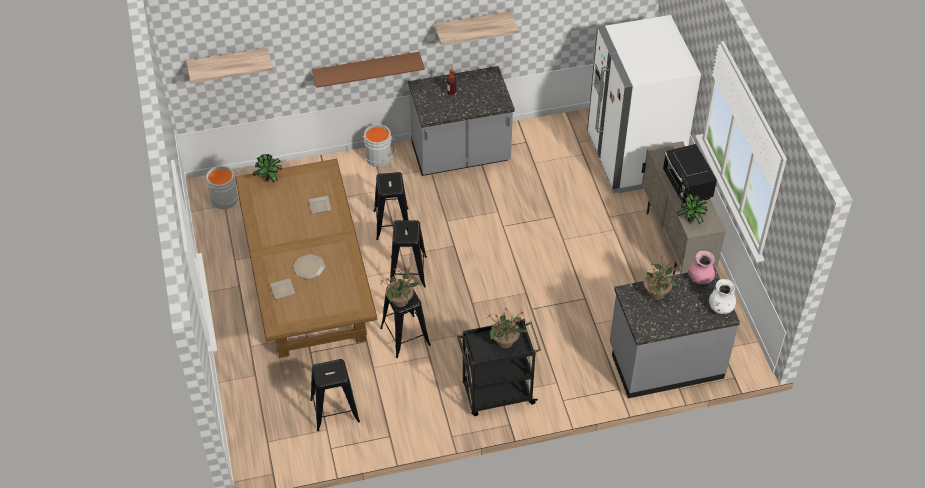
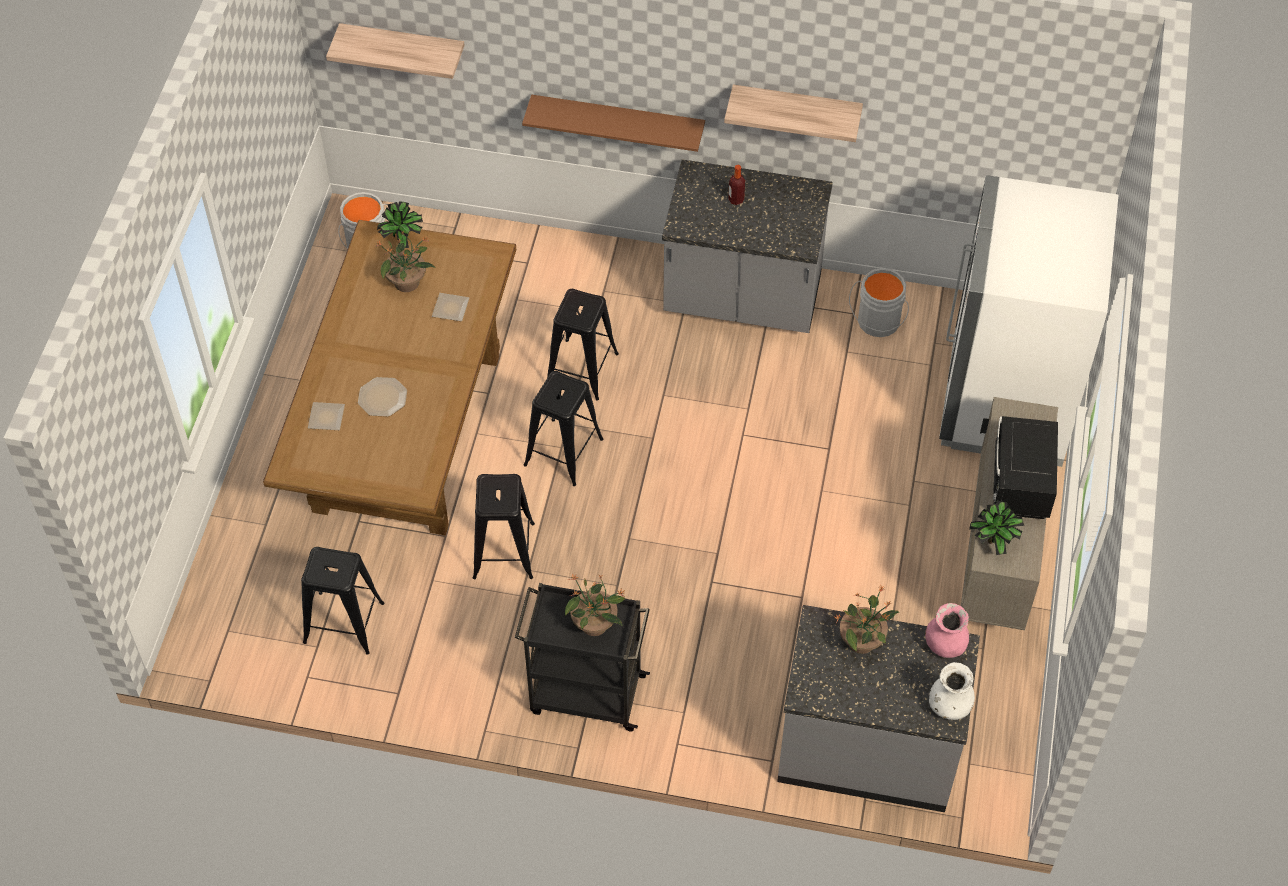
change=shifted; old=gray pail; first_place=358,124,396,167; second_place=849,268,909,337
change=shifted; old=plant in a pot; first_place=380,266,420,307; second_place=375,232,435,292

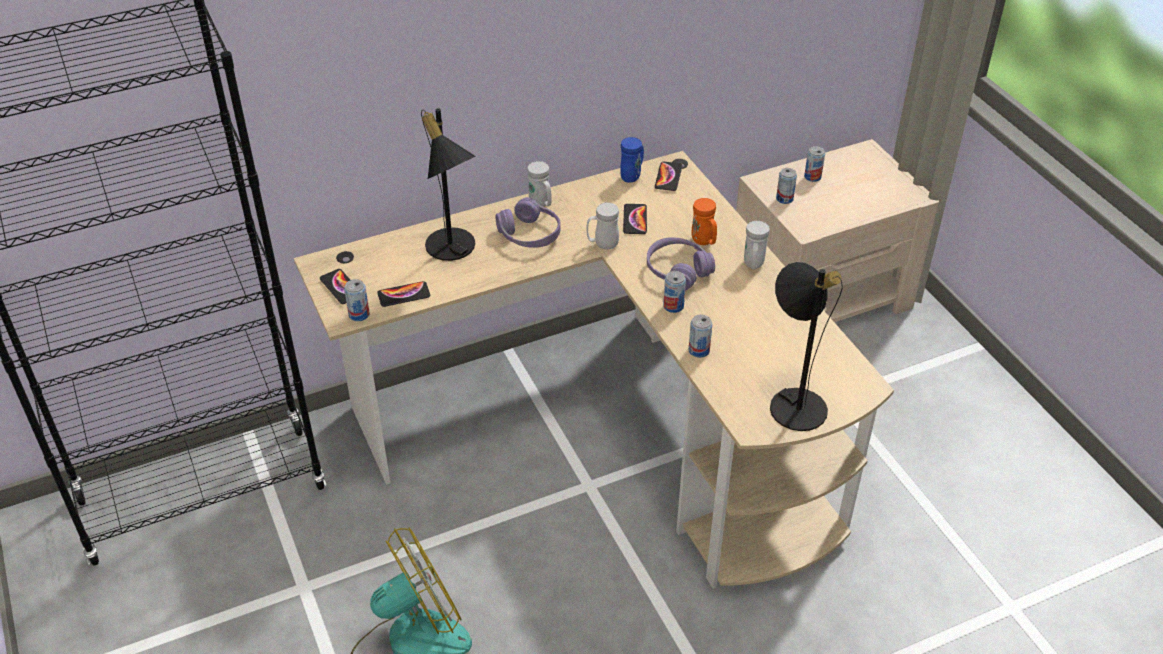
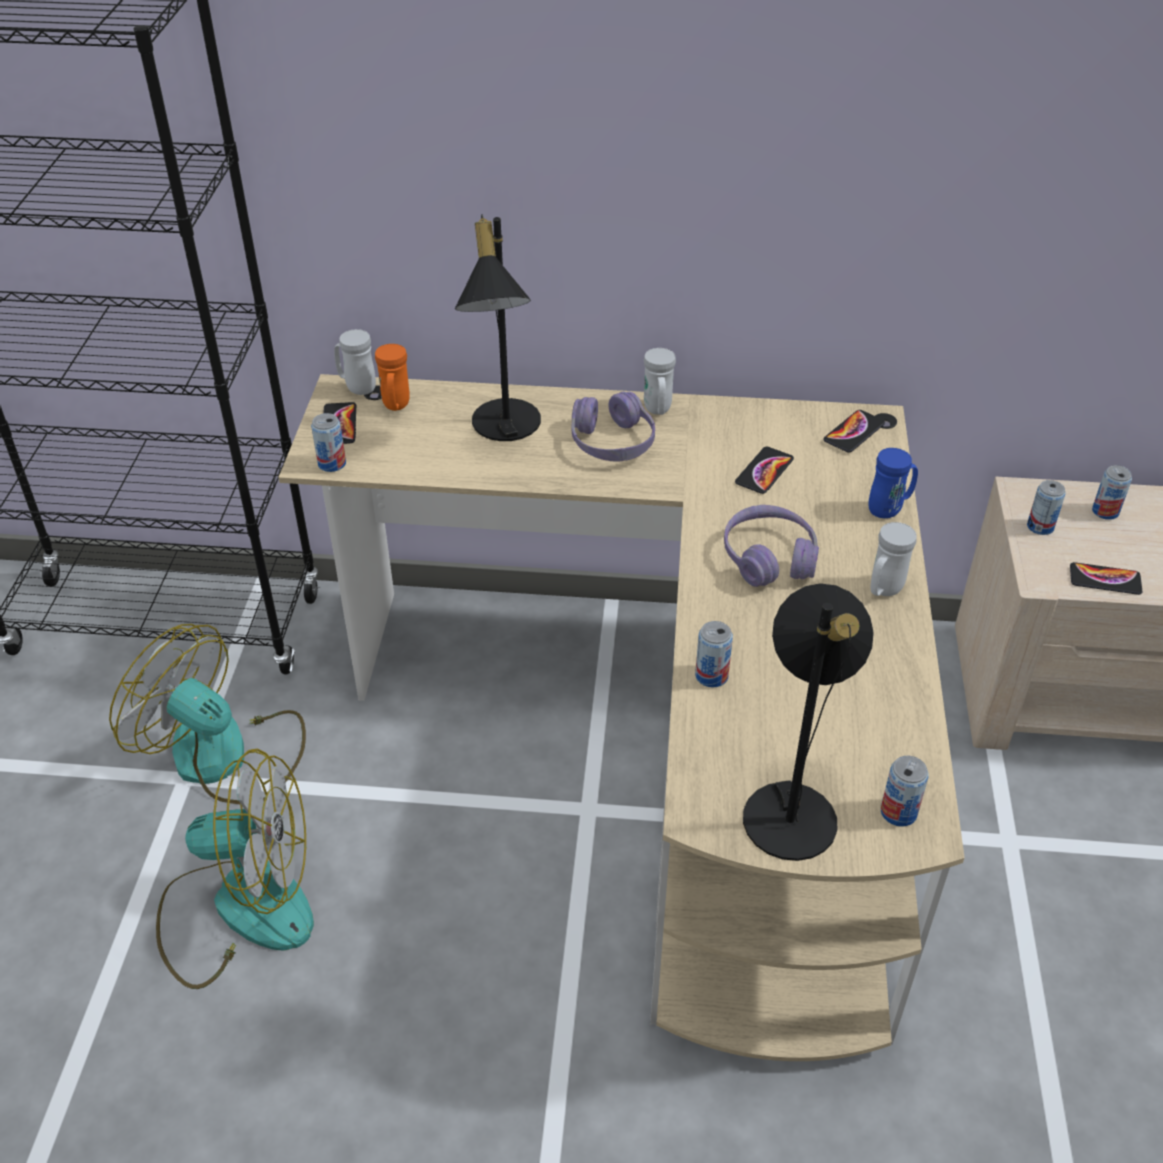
change=new; new=cooling fan; second_place=109,624,306,804
change=shifted; old=handset; first_place=377,281,430,307; second_place=1070,562,1143,595
change=shifted; old=white coffee mug; first_place=586,202,619,249; second_place=334,329,376,395
change=shifted; old=blue coffee mug; first_place=620,137,644,183; second_place=868,448,918,518
change=shifted; old=sealed can; first_place=663,271,686,313; second_place=881,755,929,827
change=shifted; old=orangey coffee mug; first_place=692,198,717,245; second_place=375,344,410,411

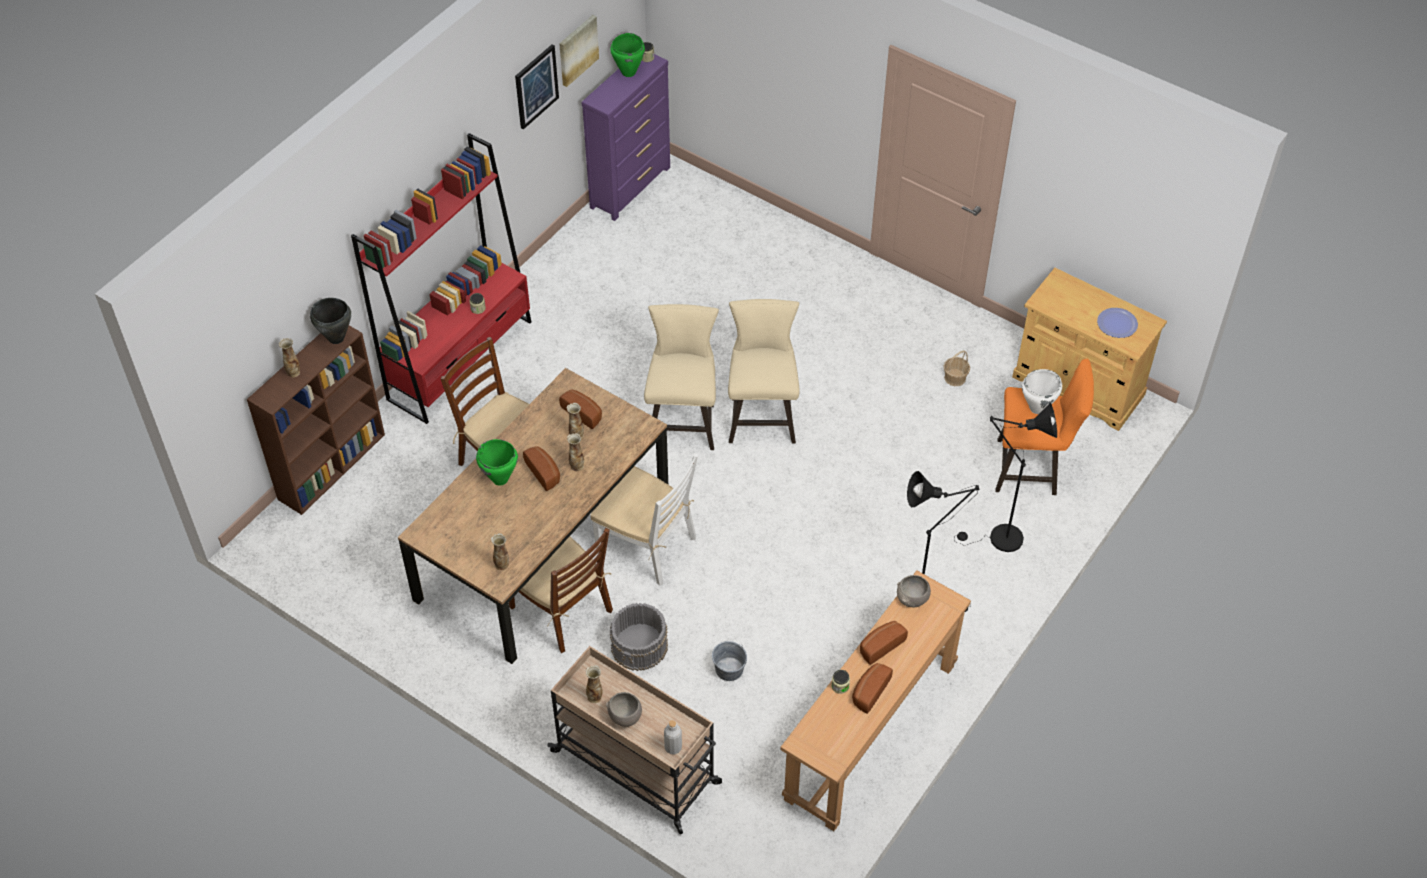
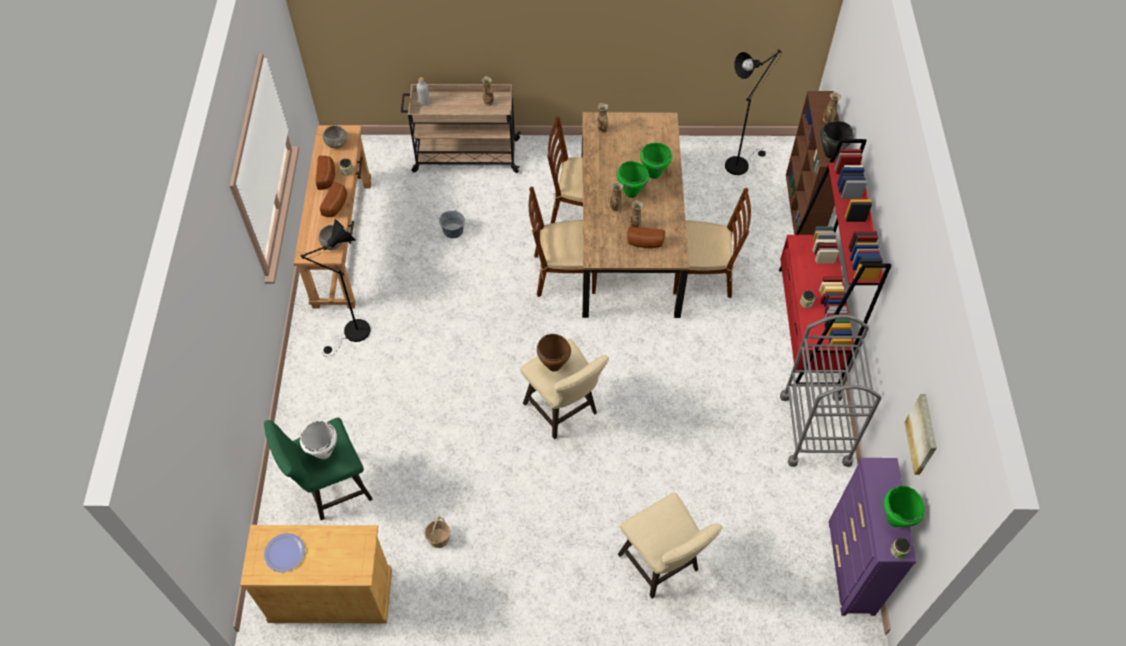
change=gone; old=wall picture; first_place=515,44,559,129
change=gone; old=gray pail; first_place=610,603,668,671
change=new; new=brown-coloured cooking pot; second_place=537,334,571,372
change=new; new=gray cart; second_place=780,314,882,467
change=shifted; old=gray serving bowl; first_place=606,692,642,727; second_place=323,125,348,148
change=shifted; old=beige-coloured sitting stool; first_place=644,304,719,450; second_place=618,492,722,598
change=shifted; old=blackish floor lamp; first_place=954,403,1057,552; second_place=725,49,782,175
change=swapped; old=baked bread; new=greenish cooking pot; first_place=523,446,560,491; second_place=617,161,649,198
change=repainted; old=white upright chair; new=brown-coloured upright chair; first_place=590,453,698,586; second_place=529,187,597,297
change=repainted; old=orangey sitting stool; new=greenish sitting stool; first_place=995,359,1094,495; second_place=264,417,373,520

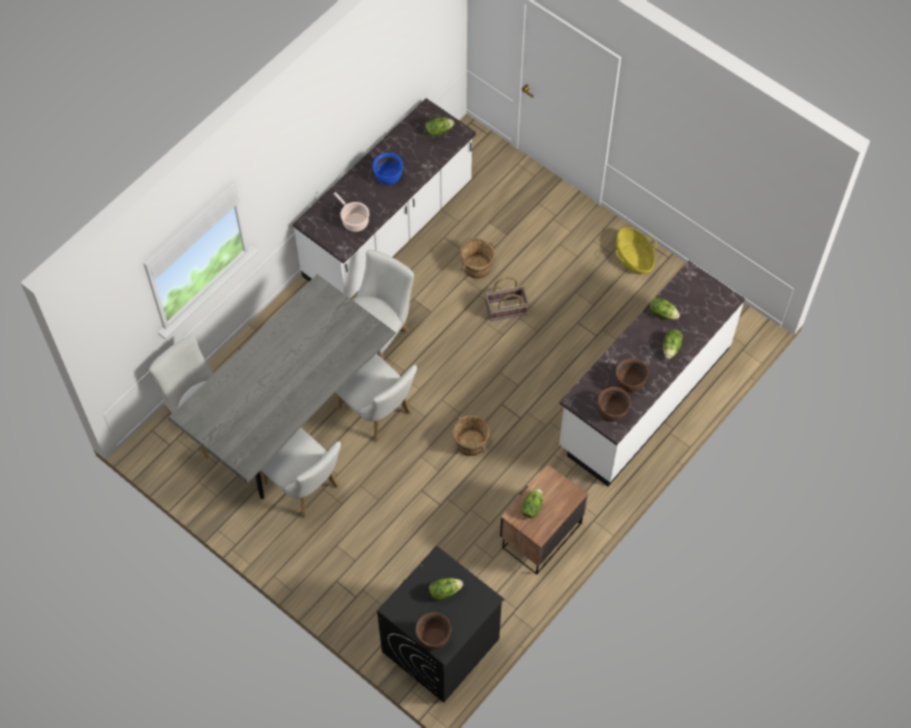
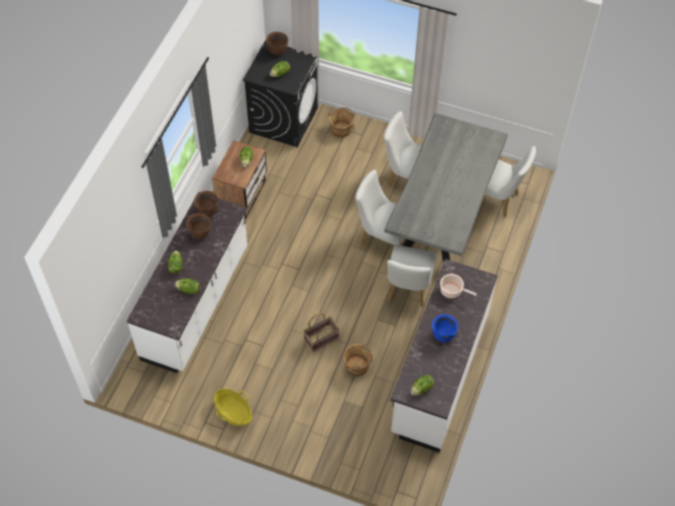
change=shifted; old=brown-coloured pail; first_place=452,416,490,456; second_place=328,107,355,137

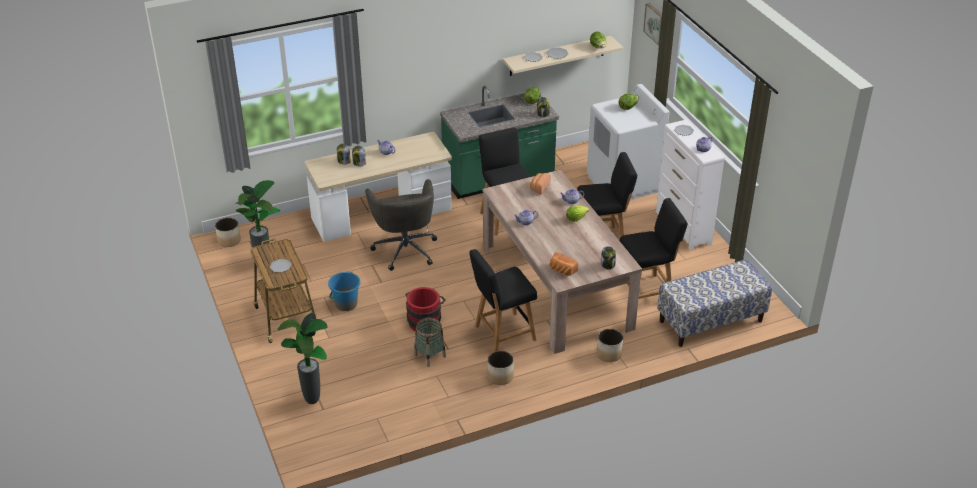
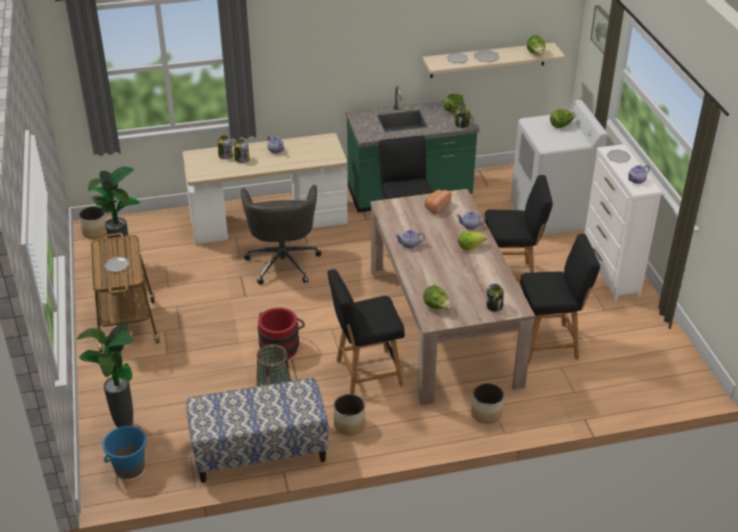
change=shifted; old=blue pail; first_place=328,272,360,311; second_place=102,426,146,479
change=shifted; old=bench; first_place=657,260,772,347; second_place=186,378,329,483
change=swapped; old=baked bread; new=head of lettuce; first_place=550,252,578,276; second_place=423,285,451,310

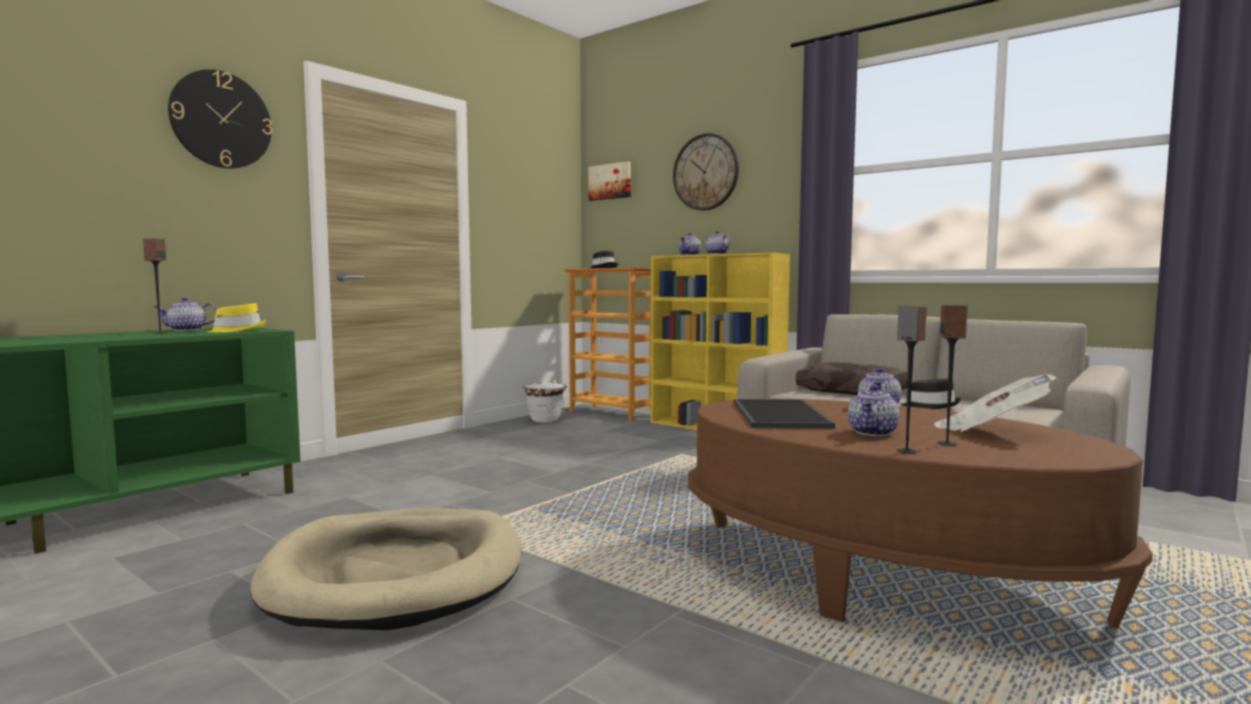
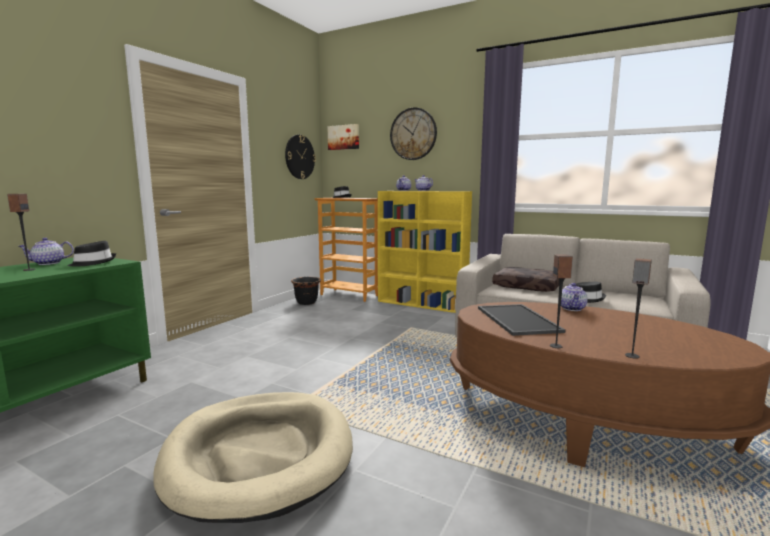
change=gone; old=teapot; first_place=848,385,900,436
change=gone; old=daily paper; first_place=934,374,1057,431
change=shifted; old=hanging clock; first_place=168,69,272,169; second_place=285,135,316,179
change=shifted; old=speaker; first_place=937,305,968,446; second_place=550,254,573,348
change=repainted; old=yellowish clothing hat; new=blackish clothing hat; first_place=206,303,266,332; second_place=67,241,116,266
change=repainted; old=white plant pot; new=blackish plant pot; first_place=523,383,567,423; second_place=291,277,321,305

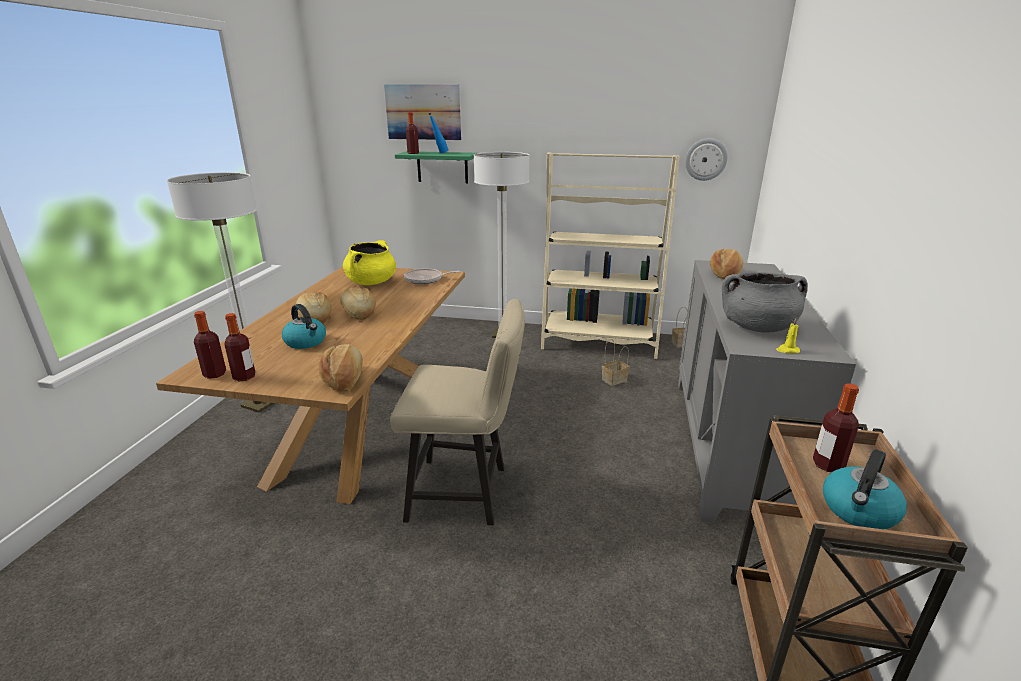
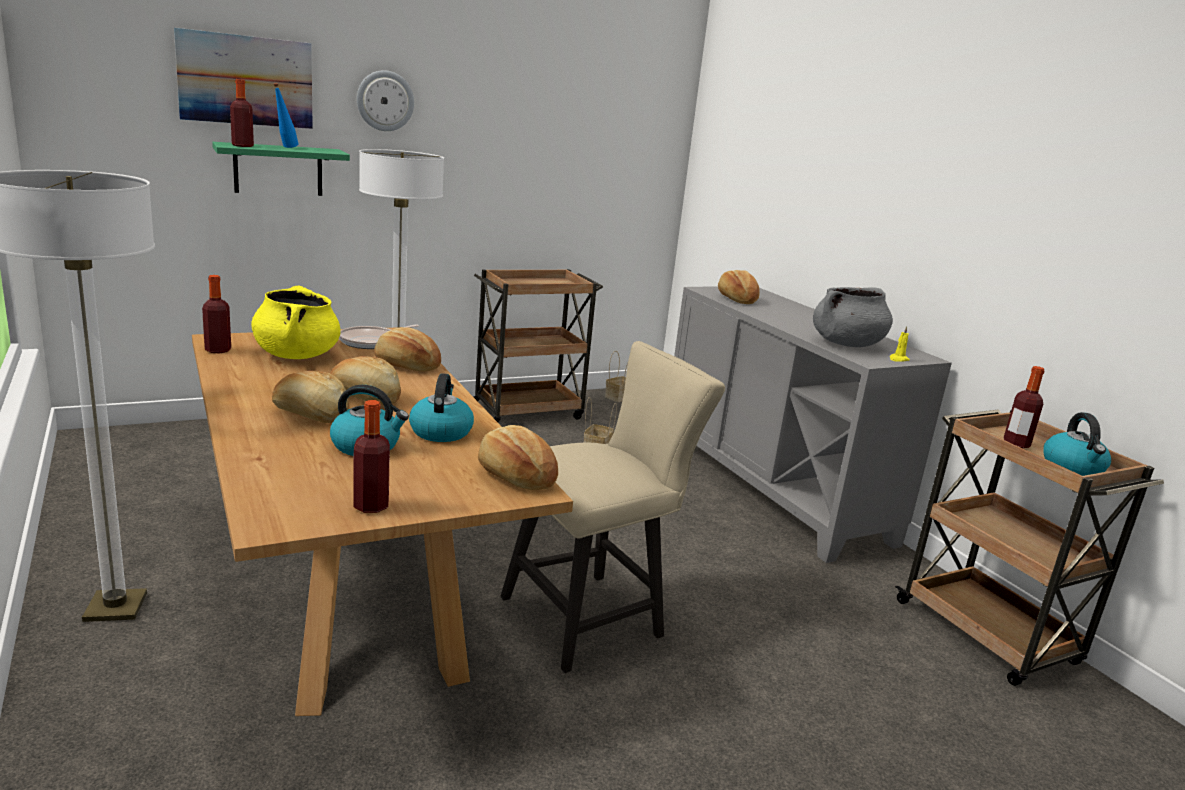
change=new; new=baked bread; second_place=374,327,441,371
change=new; new=water kettle; second_place=409,373,474,442
change=shifted; old=beverage bottle; first_place=194,311,226,379; second_place=202,275,231,353
change=shifted; old=hanging clock; first_place=685,138,728,181; second_place=357,70,414,131
change=swapped; old=beige-coloured bookcase; new=brown-coloured cart; first_place=541,152,679,359; second_place=473,269,603,422

